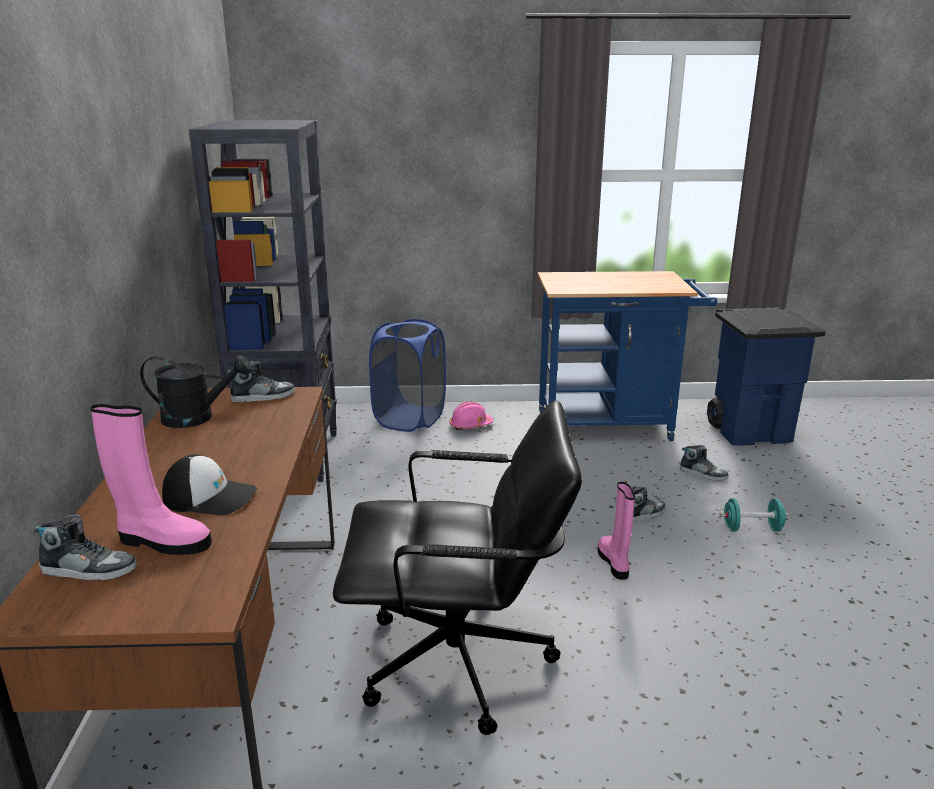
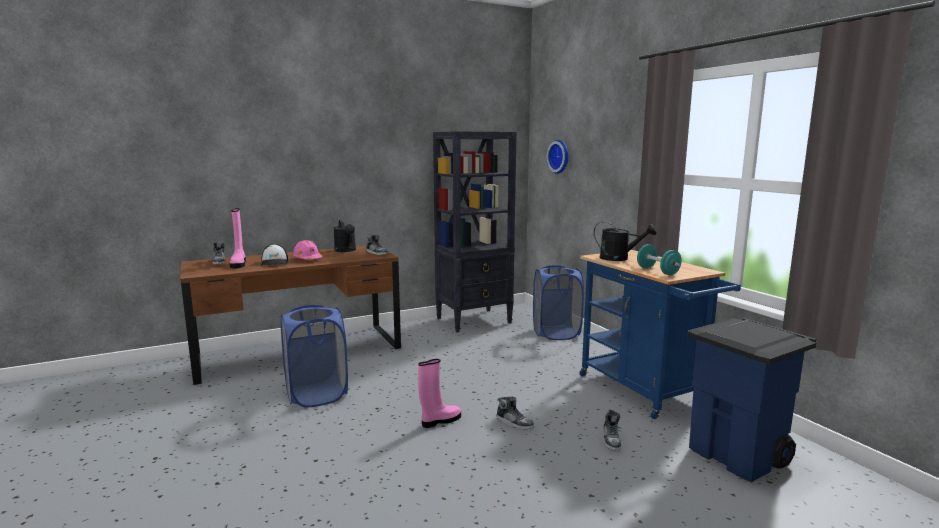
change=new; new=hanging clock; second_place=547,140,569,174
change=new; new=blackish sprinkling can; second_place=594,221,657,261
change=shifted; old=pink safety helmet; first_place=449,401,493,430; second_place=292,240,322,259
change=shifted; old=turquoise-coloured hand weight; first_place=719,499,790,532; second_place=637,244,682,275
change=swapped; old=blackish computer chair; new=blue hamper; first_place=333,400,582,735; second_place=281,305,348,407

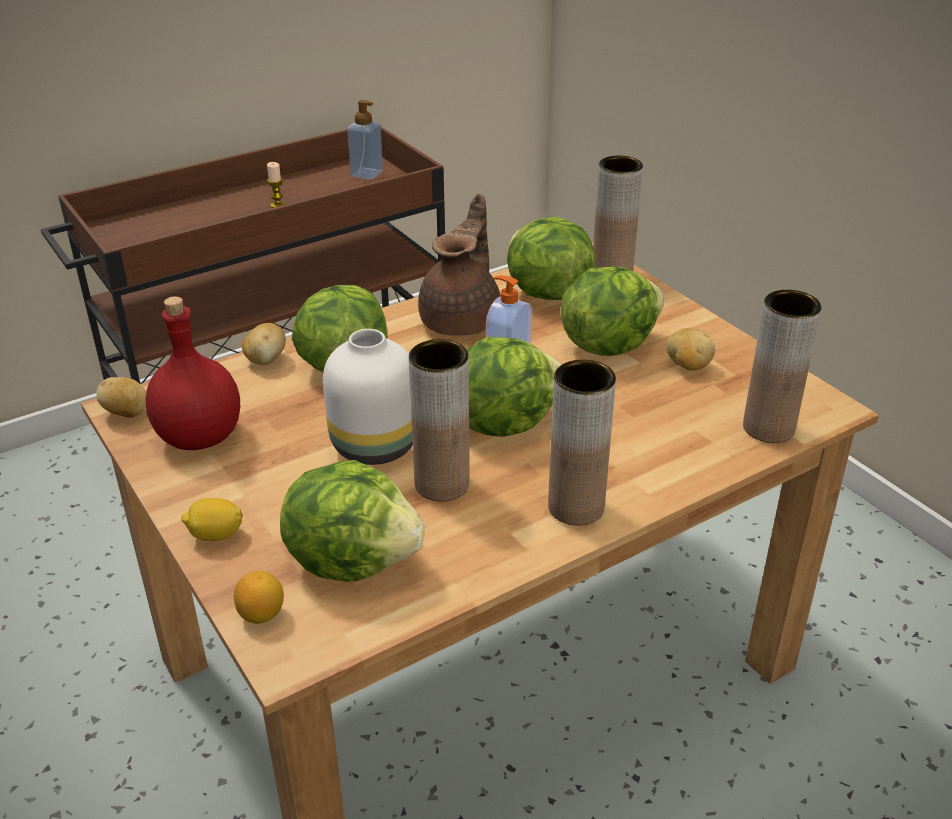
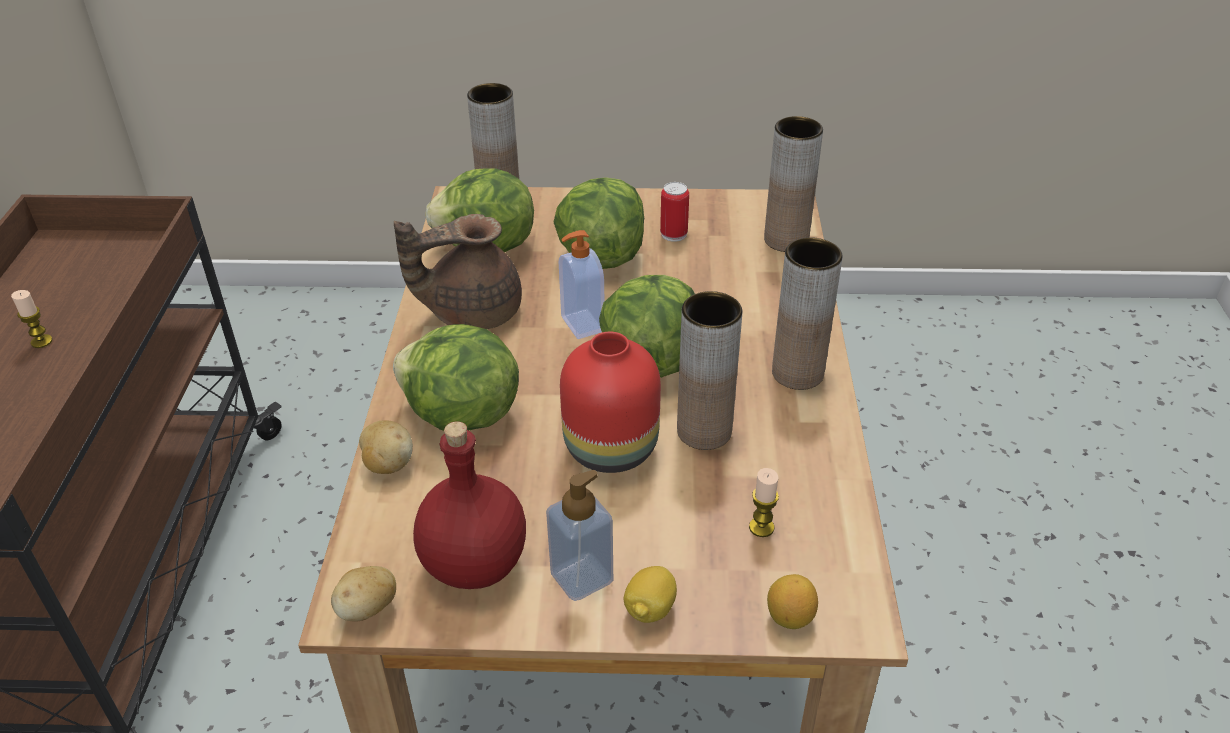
change=shifted; old=liquid soap bottle; first_place=347,100,383,180; second_place=546,470,613,601
change=swapped; old=head of lettuce; new=wax light; first_place=280,460,425,582; second_place=749,468,779,537
change=swapped; old=spud; new=sealed can; first_place=666,328,716,371; second_place=660,182,689,242
change=repainted; old=white decorative vase; new=red-coloured decorative vase; first_place=323,329,413,465; second_place=560,332,661,473
change=rotated; old=brown-coloured teapot; first_place=418,194,501,336; second_place=394,214,522,329; degrees=-75

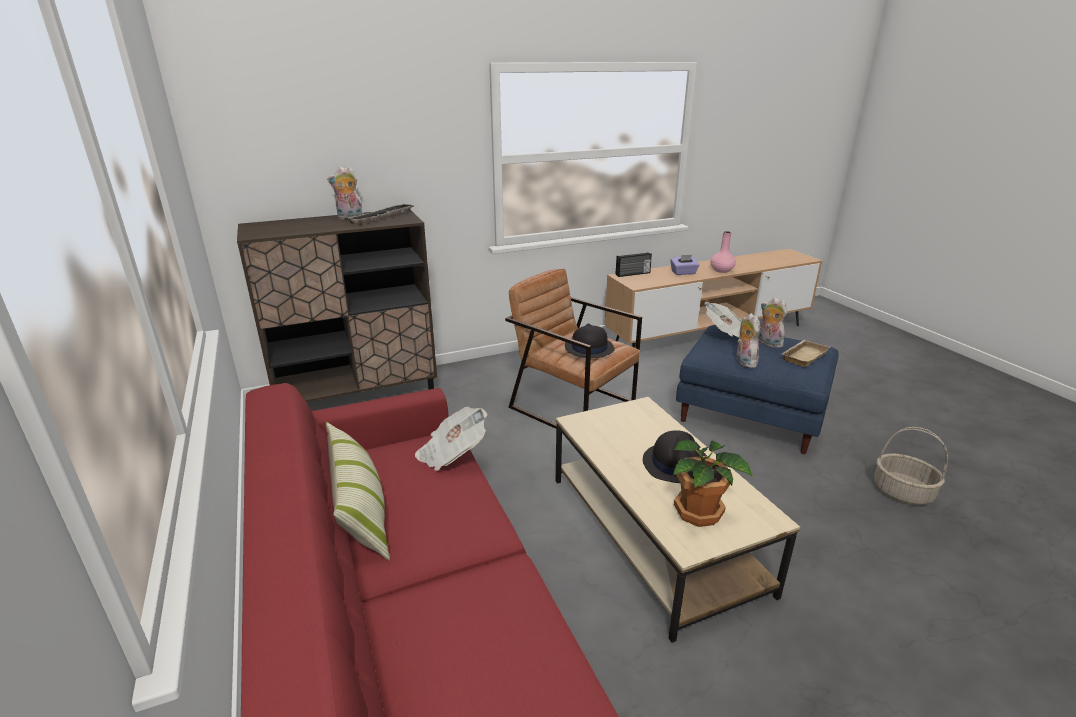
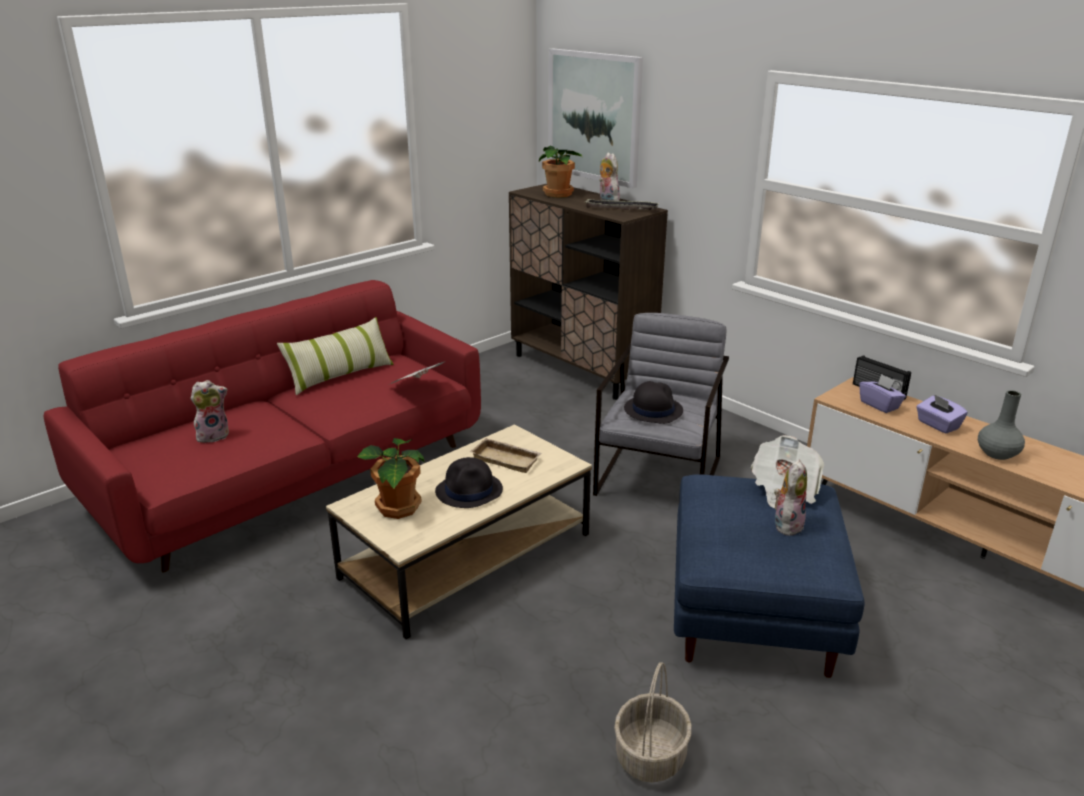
change=new; new=plant in a pot; second_place=539,146,583,198
change=new; new=wall picture; second_place=549,49,643,188
change=new; new=purple-coloured box of tissues; second_place=859,374,906,413
change=shifted; old=cuddly toy; first_place=736,313,760,368; second_place=190,380,229,443
change=shifted; old=beige-coloured serving tray; first_place=782,340,830,367; second_place=470,438,542,473
change=repainted; old=brown-coloured easy chair; new=gray easy chair; first_place=505,269,642,429; second_place=593,313,729,496
change=repainted; old=pink decorative vase; new=gray decorative vase; first_place=710,231,736,273; second_place=978,390,1025,460

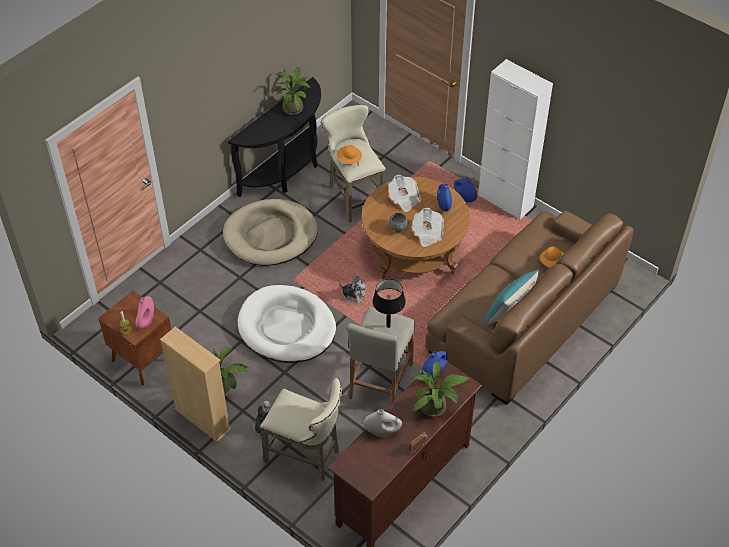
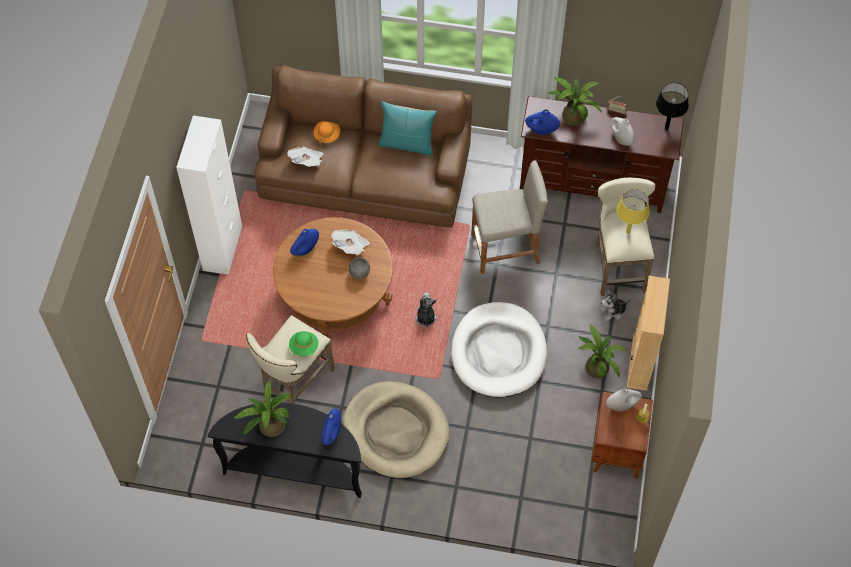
change=new; new=yellowish tabletop lamp; second_place=616,189,650,234
change=shifted; old=blackish tabletop lamp; first_place=373,279,406,328; second_place=656,83,689,130
change=shifted; old=daily paper; first_place=388,174,420,212; second_place=287,146,323,167
change=shifted; old=blue decorative vase; first_place=454,177,477,202; second_place=322,408,341,445
change=repainted; old=pink decorative vase; new=white decorative vase; first_place=136,296,154,329; second_place=606,388,642,411
change=repainted; old=orangey clothing hat; new=greenish clothing hat; first_place=337,145,362,166; second_place=289,331,318,356

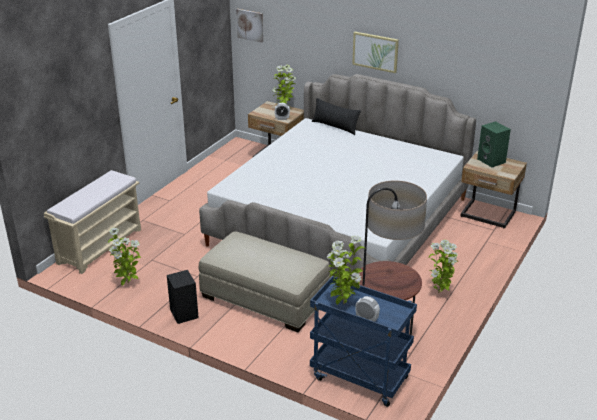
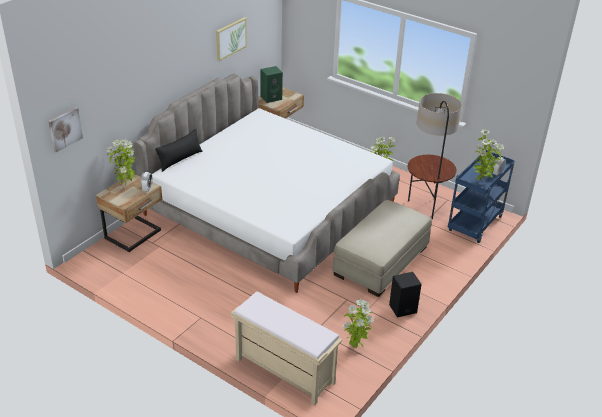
change=shifted; old=wall picture; first_place=352,32,399,73; second_place=216,17,247,61

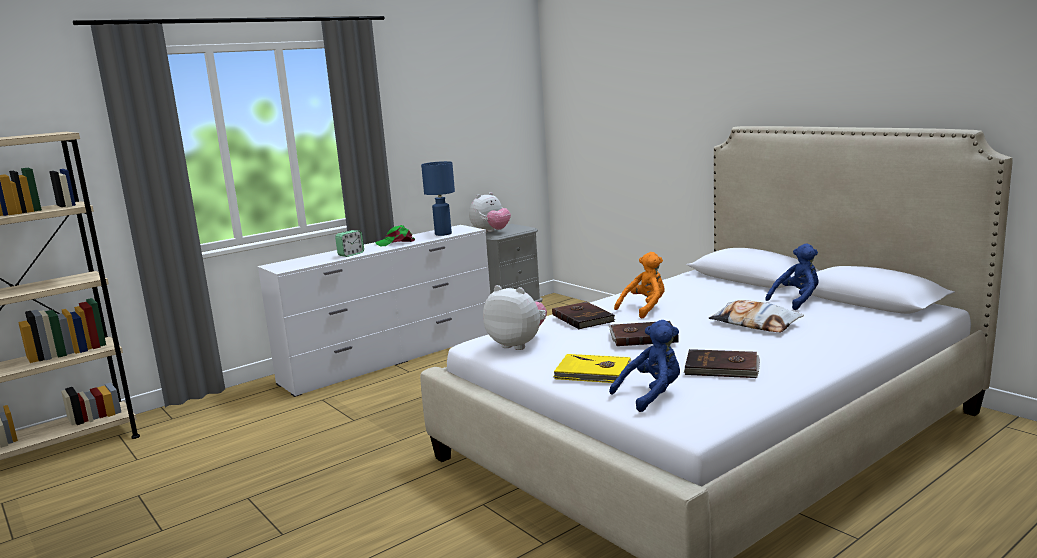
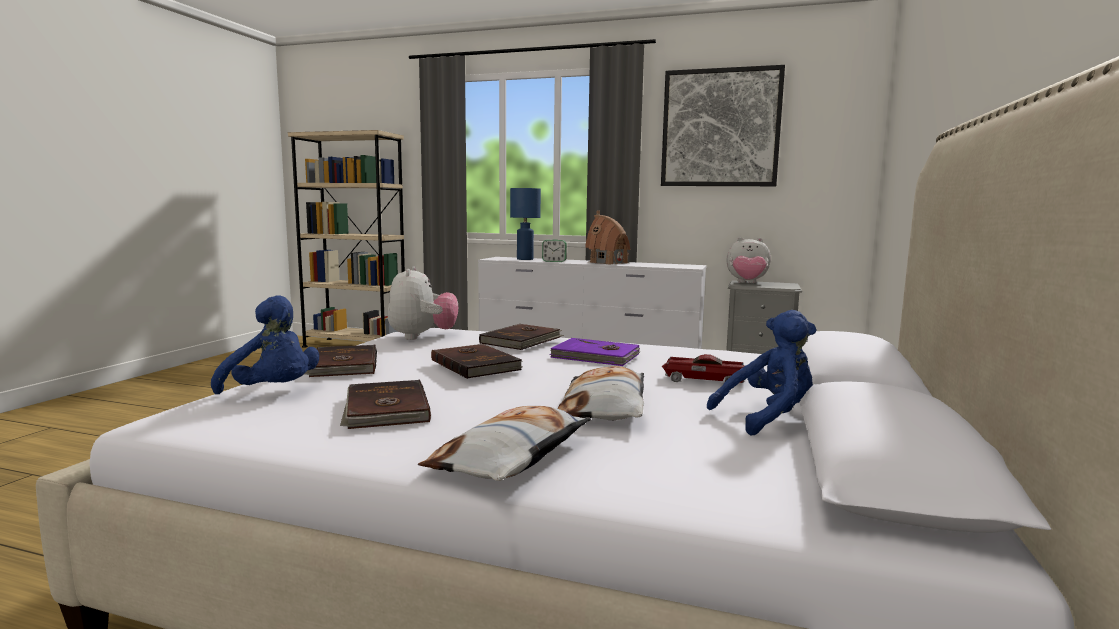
change=new; new=cushion; second_place=418,406,591,481
change=new; new=wall picture; second_place=661,65,785,186
change=new; new=miniature car; second_place=661,354,744,383
change=shifted; old=blue tabletop lamp; first_place=421,161,455,236; second_place=510,188,541,260
change=swapped; old=greenish cap; new=model house; first_place=375,225,415,247; second_place=585,210,630,265
change=swapped; old=orangey cuddly toy; new=purple-coloured volume; first_place=614,252,665,318; second_place=549,338,640,366
change=repainted; old=yellowish volume; new=brown-coloured volume; first_place=553,354,632,383; second_place=303,345,377,377
change=rotated; old=blue cuddly toy; first_place=765,244,818,310; second_place=707,310,816,436; degrees=-45

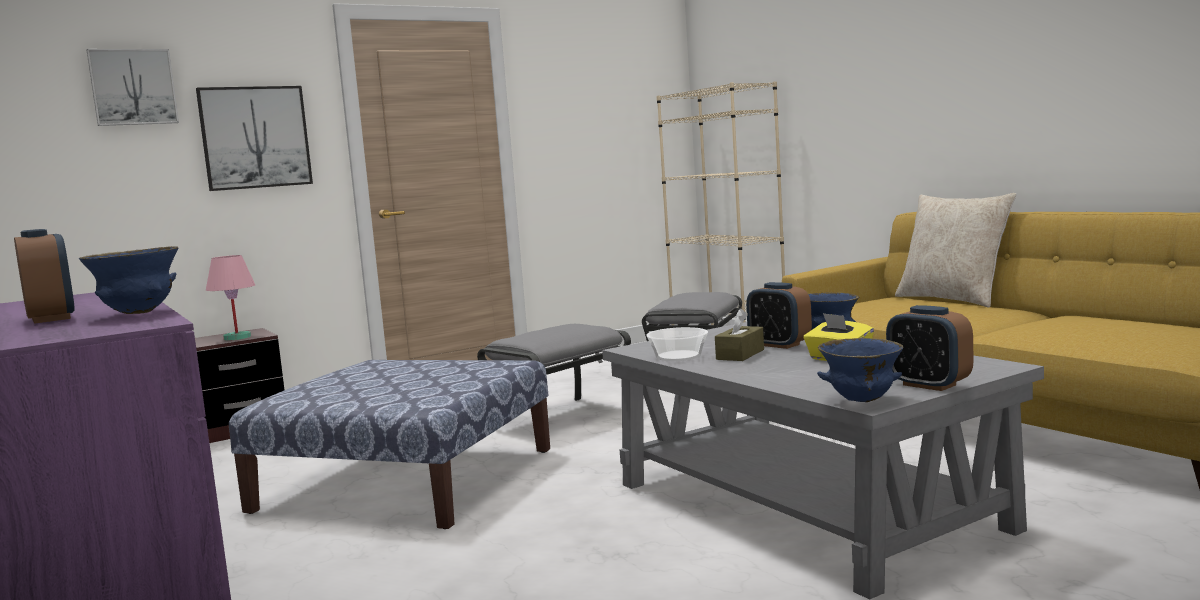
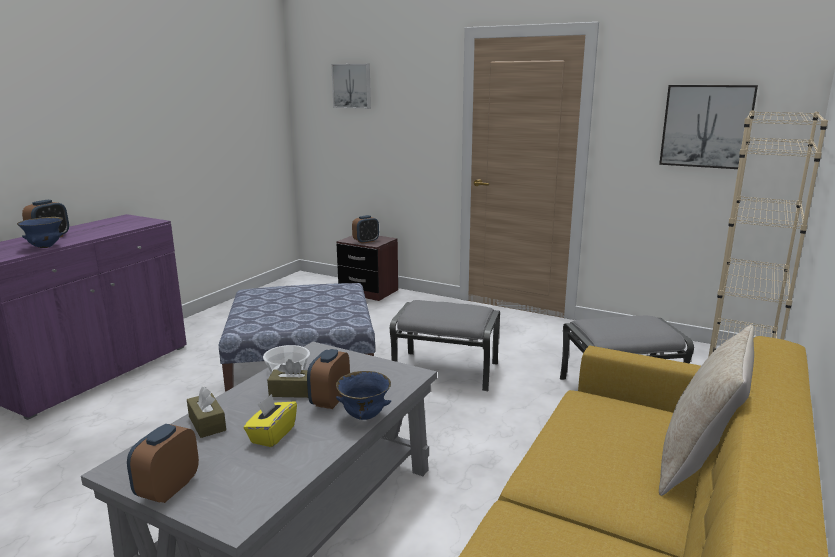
change=gone; old=blue serving bowl; first_place=817,338,903,402
change=new; new=brown-coloured box of tissues; second_place=187,387,226,438
change=shifted; old=wall picture; first_place=196,86,313,191; second_place=659,85,758,169
change=swapped; old=pink tabletop lamp; new=table clock; first_place=206,255,255,340; second_place=352,215,379,244

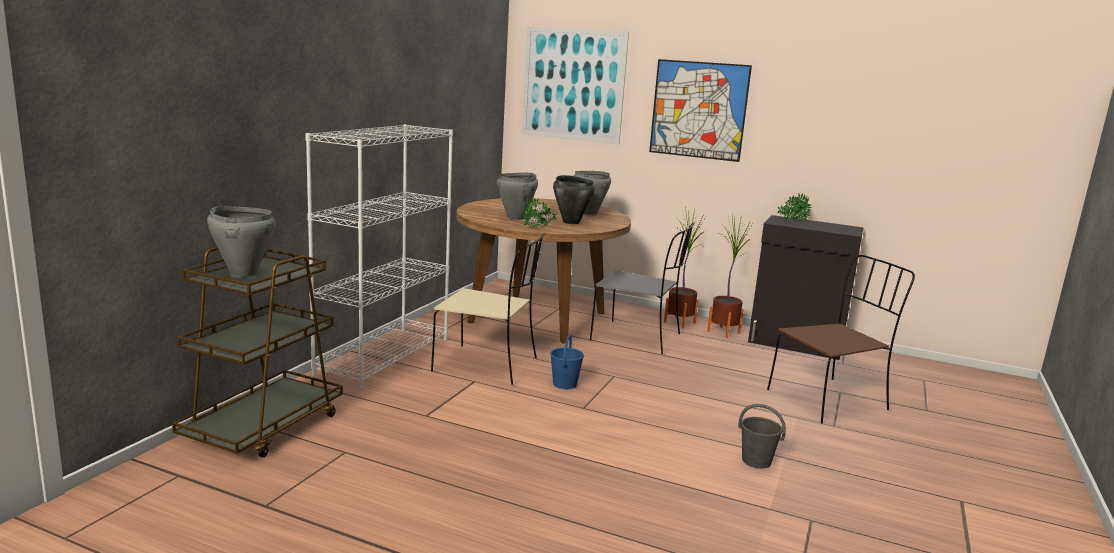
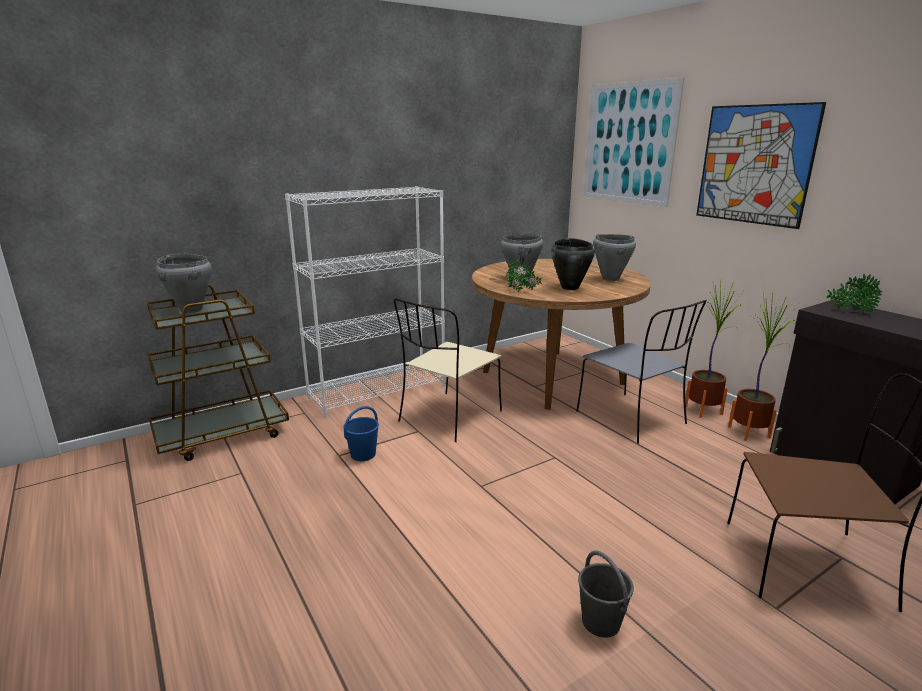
change=shifted; old=blue pail; first_place=550,335,584,389; second_place=343,406,379,461
change=rotated; old=beige-coloured upright chair; first_place=431,233,545,385; second_place=394,298,502,442; degrees=75

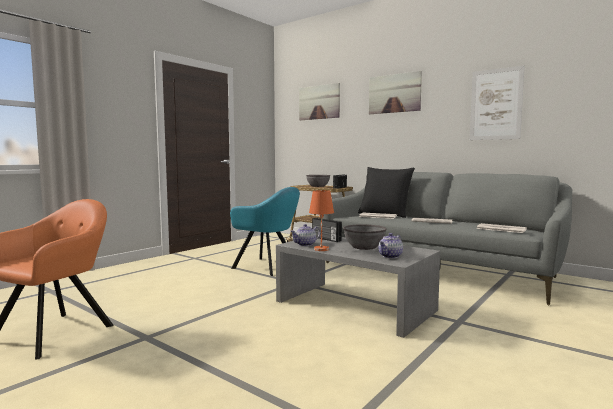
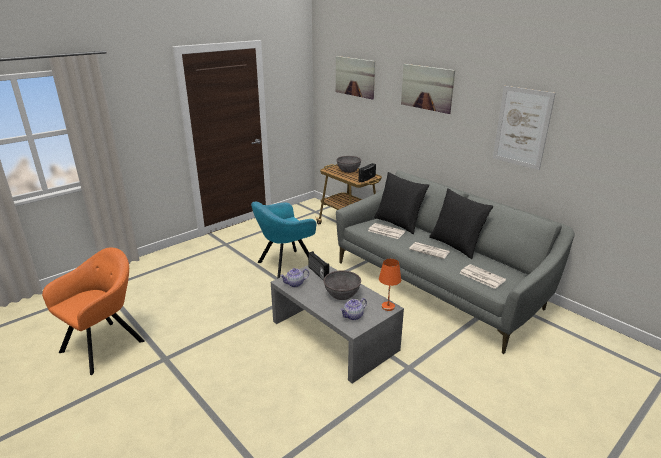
change=new; new=blackish cushion; second_place=429,188,493,259
change=shifted; old=orangey tabletop lamp; first_place=309,190,334,251; second_place=379,259,401,311
change=rotated; old=turquoise-coloured easy chair; first_place=230,187,300,276; second_place=251,202,316,279; degrees=105

